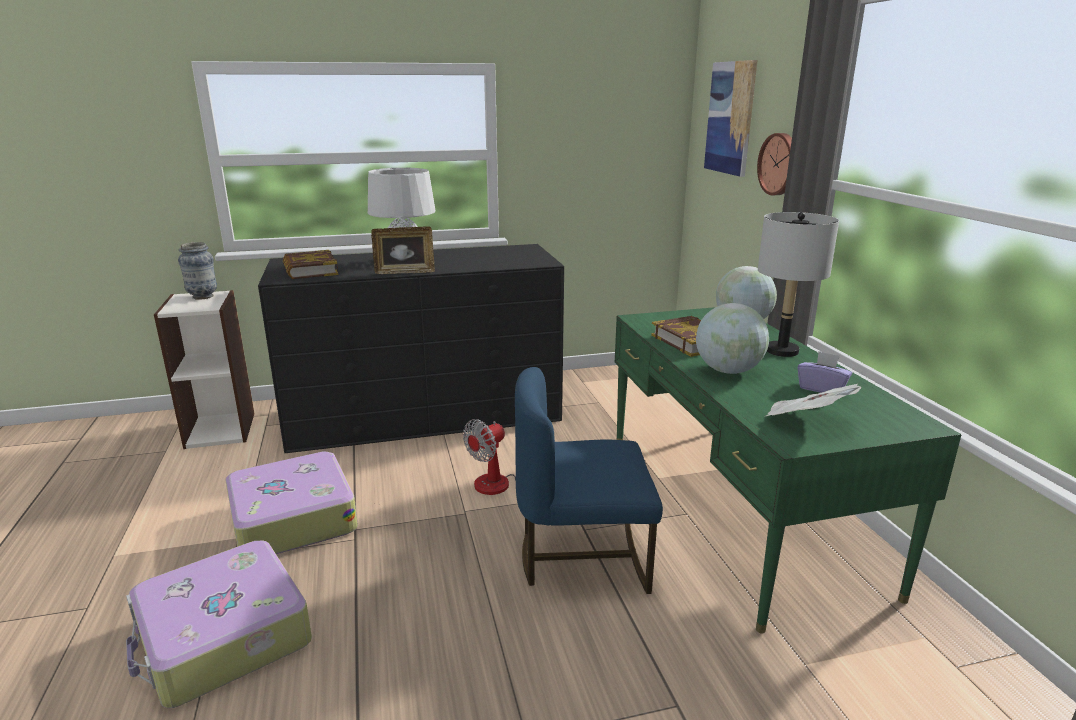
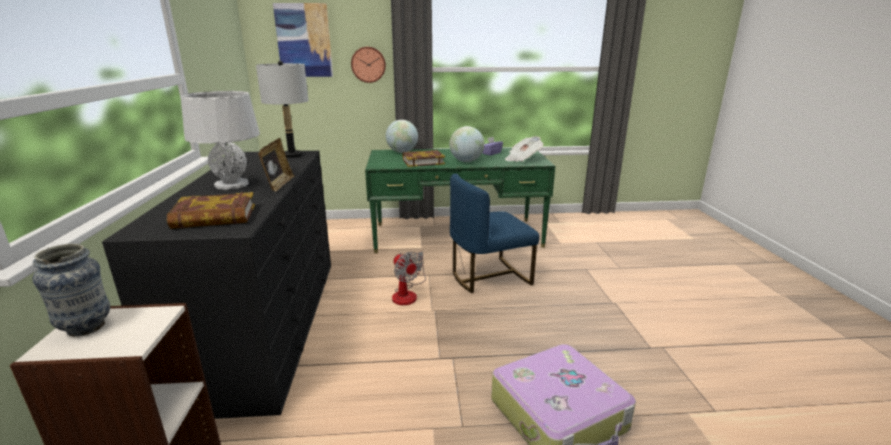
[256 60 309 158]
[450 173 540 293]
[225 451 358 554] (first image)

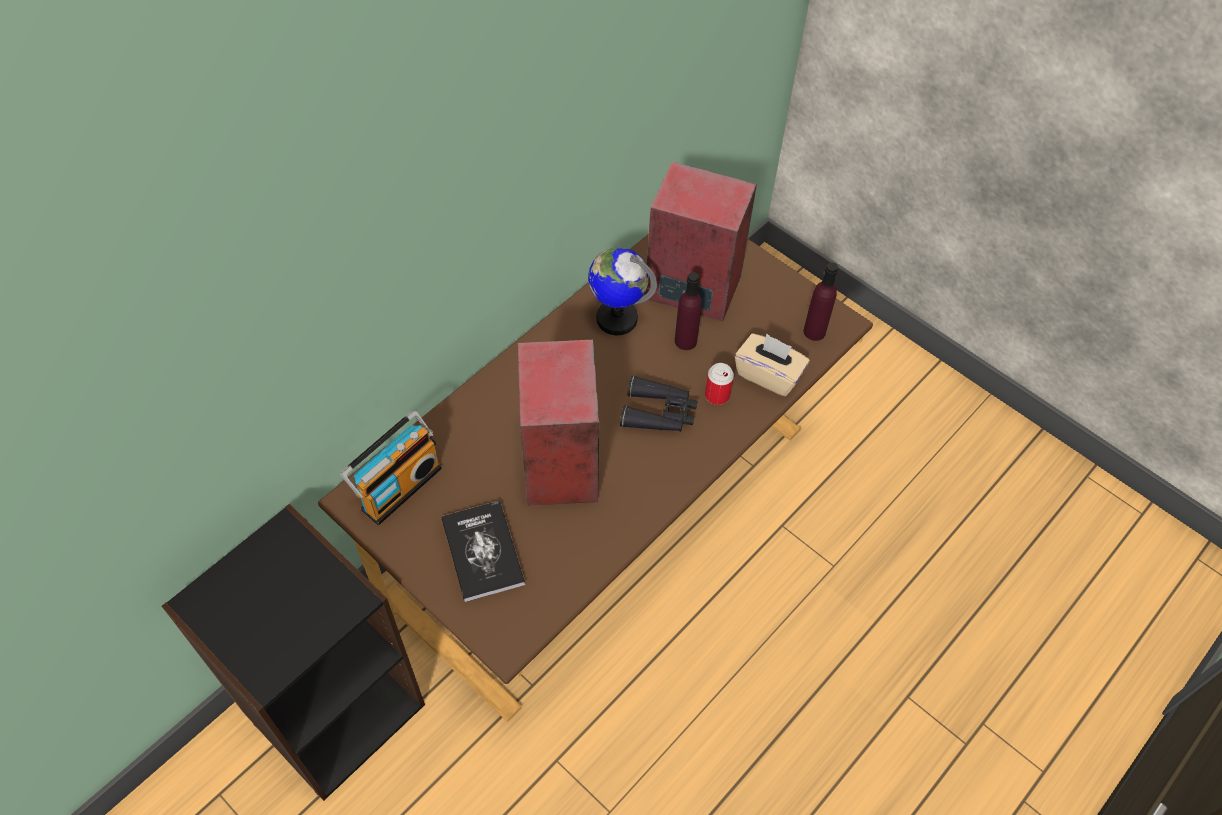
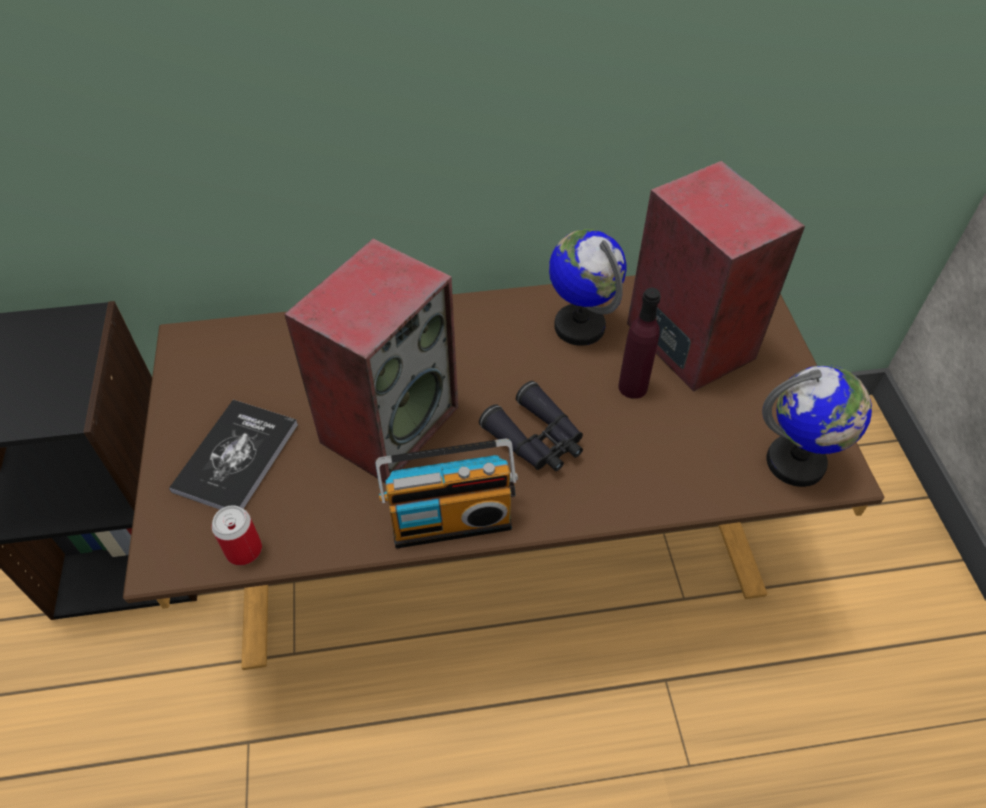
[211 505 262 565]
[375 439 518 549]
[762 365 872 487]
[735 334 810 396] (first image)

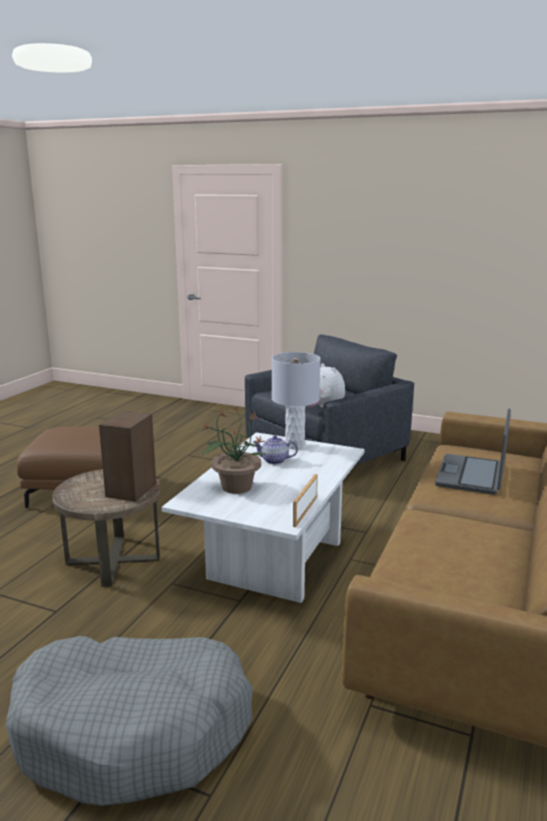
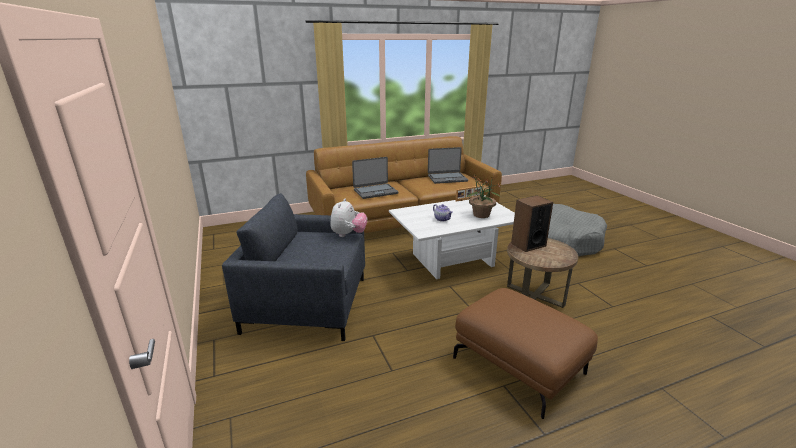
[428 147 468 184]
[272 352 321 449] (first image)

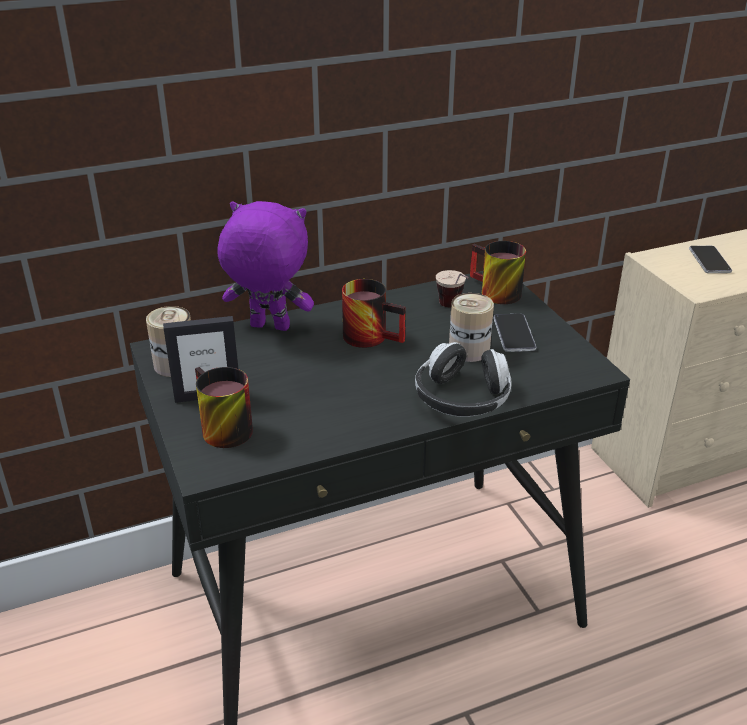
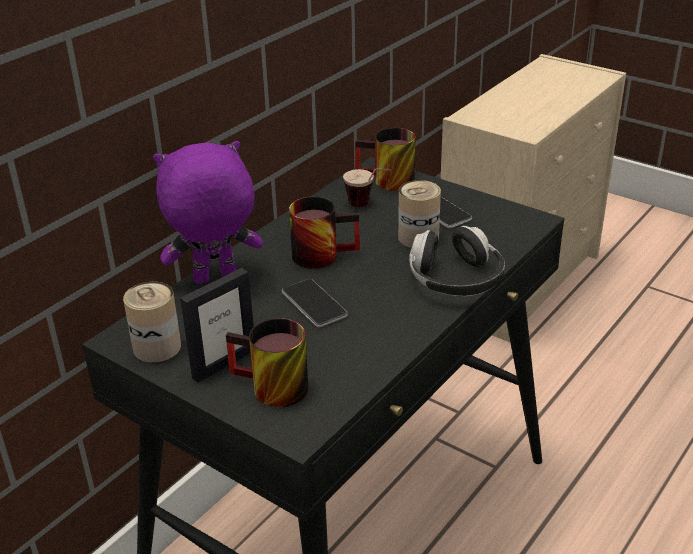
[282 279 348 327]

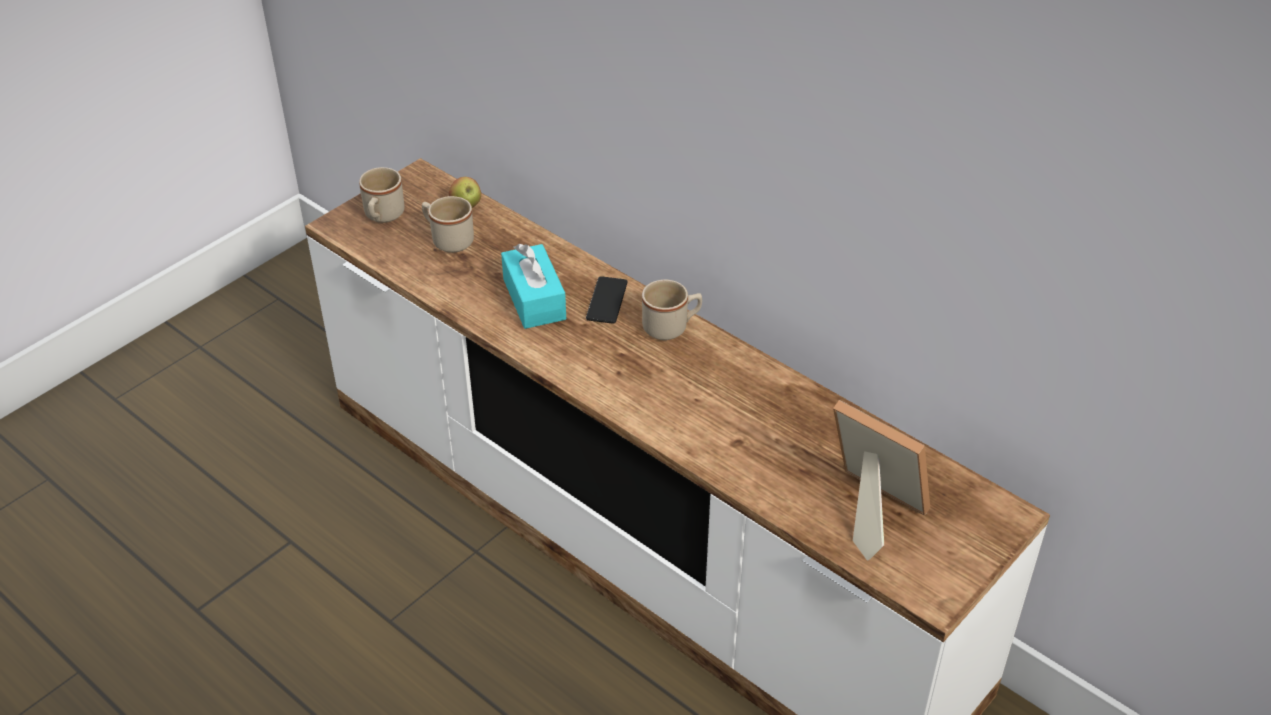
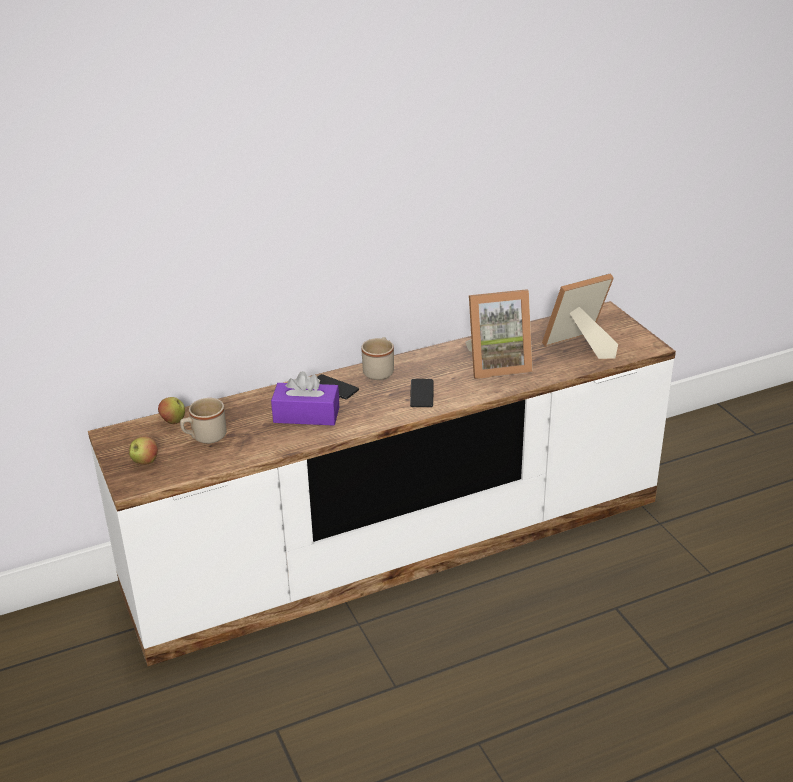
[129 436 158 465]
[271 371 339 425]
[410 379 433 407]
[465 289 533 379]

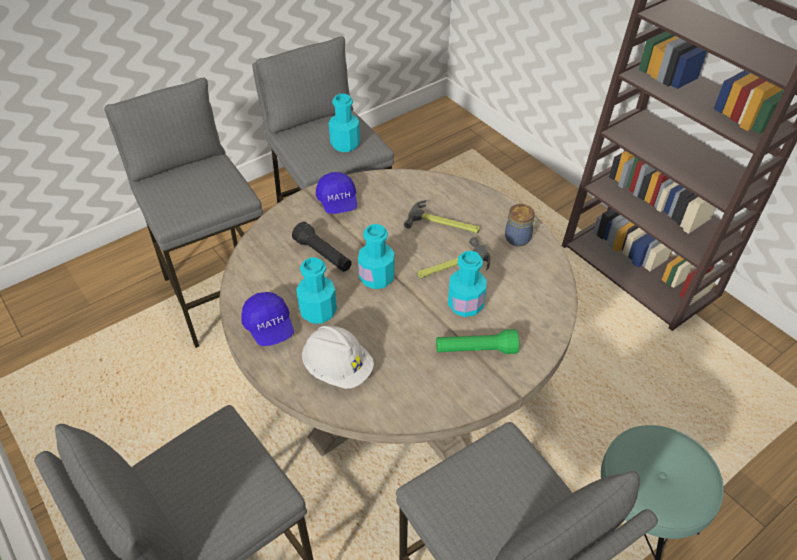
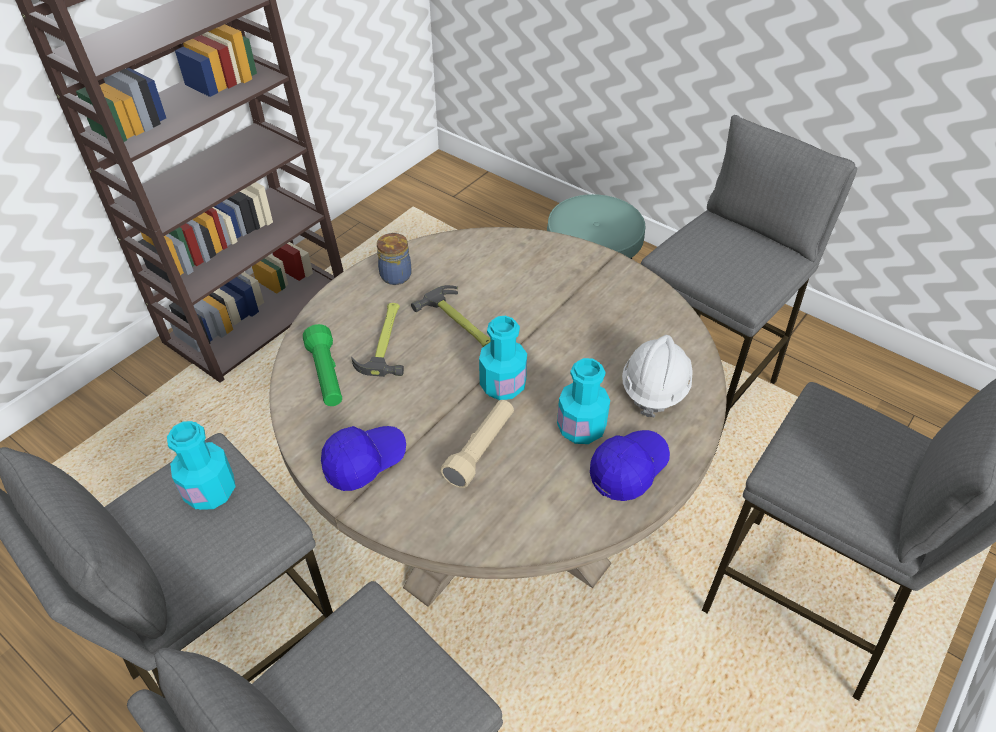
[303 324 342 406]
[440 400 514 488]
[448 251 487 317] (first image)

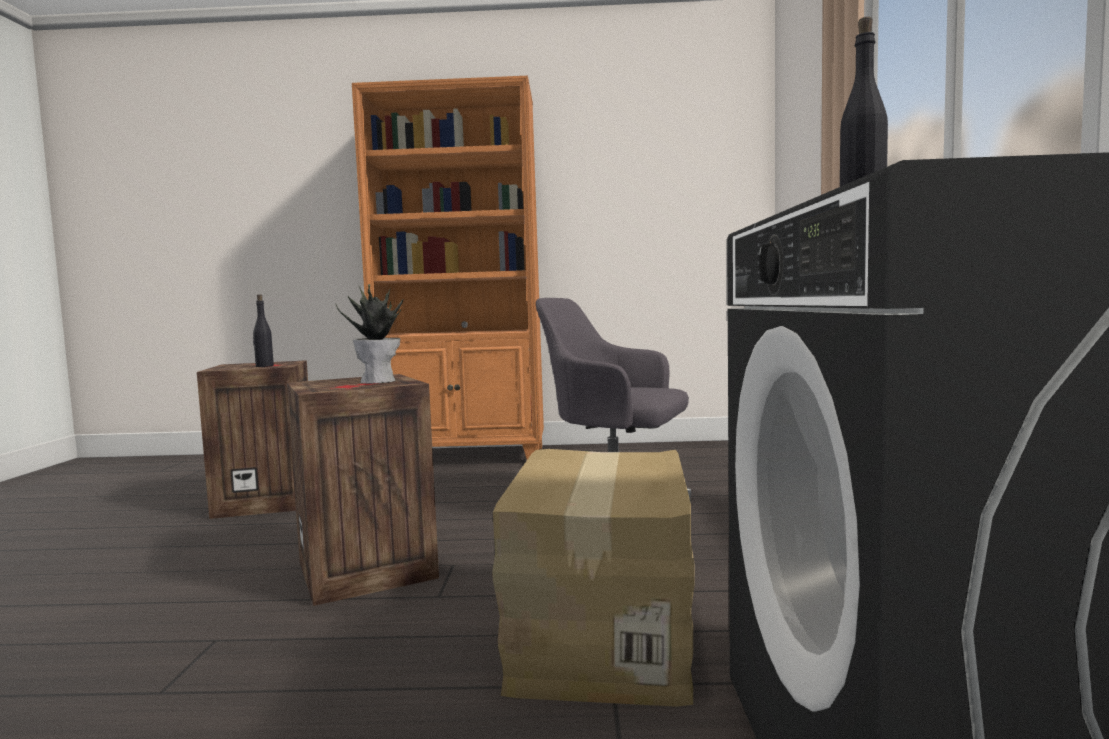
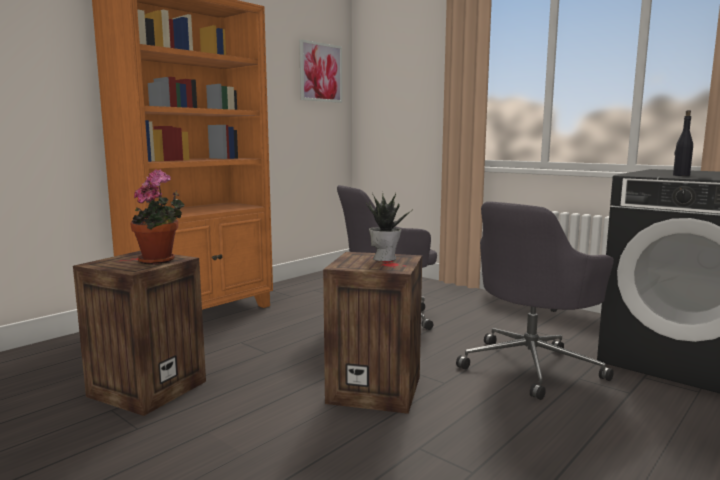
[130 169 185 264]
[299 39 342 103]
[456 201 614 400]

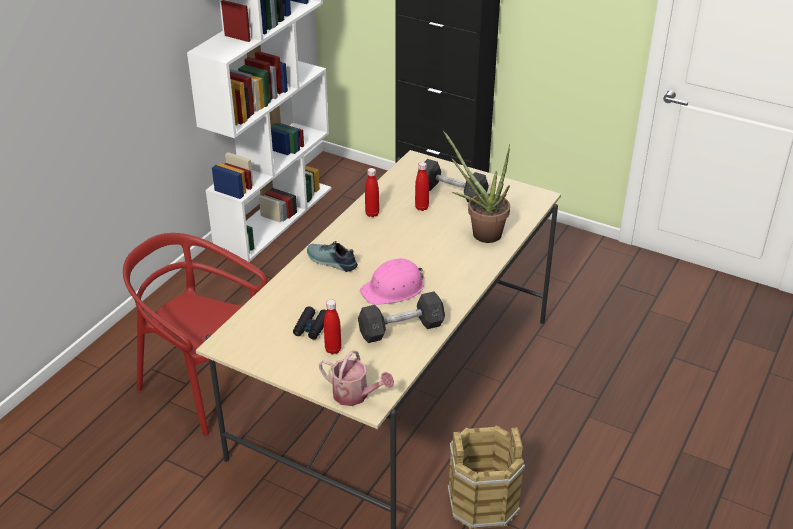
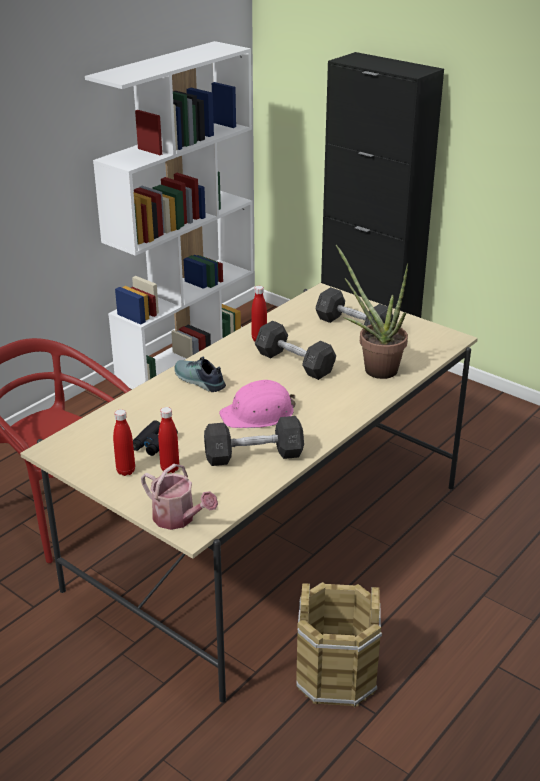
[113 409 135 476]
[255 321 336 380]

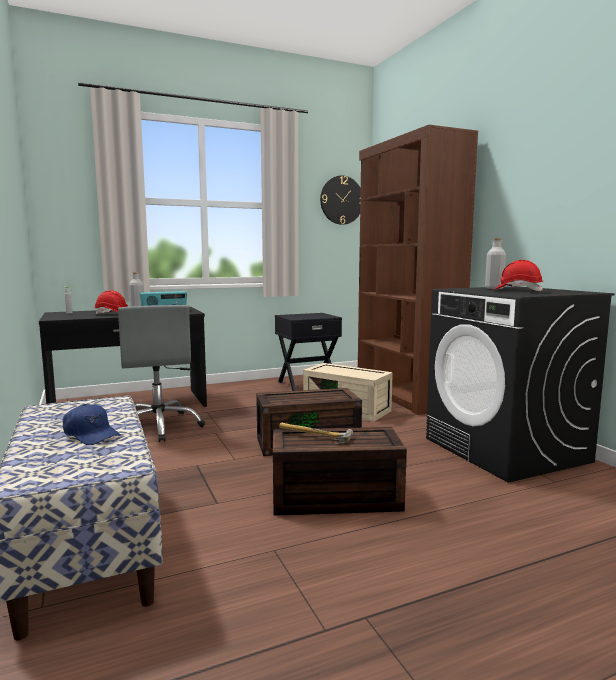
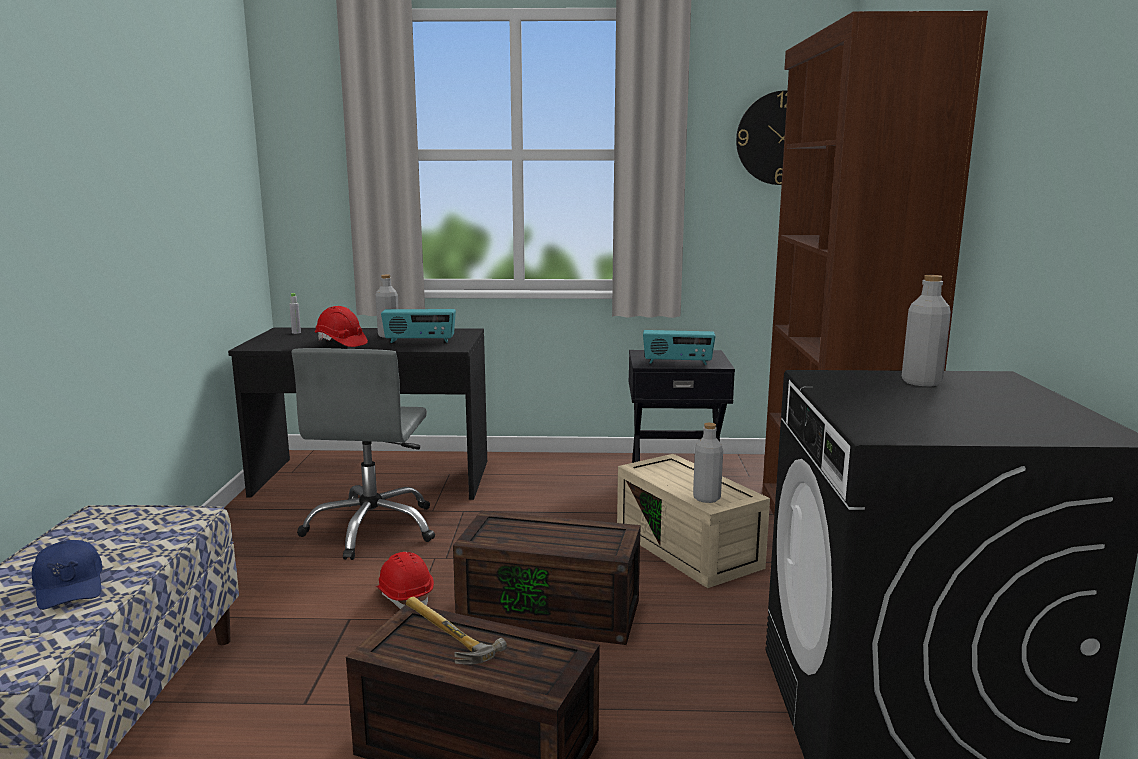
[376 552 434 609]
[643 330 716 365]
[693 423 723 503]

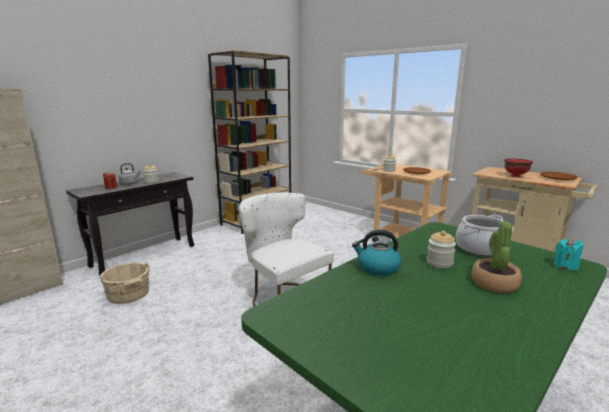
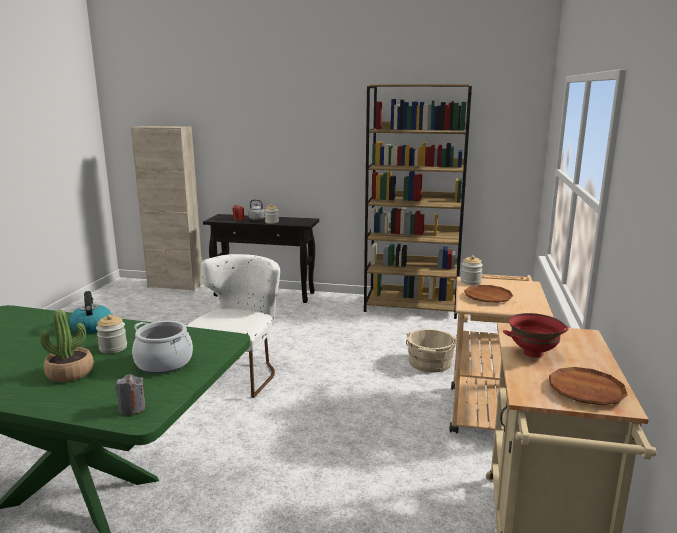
[115 374 146 415]
[406 329 456 372]

